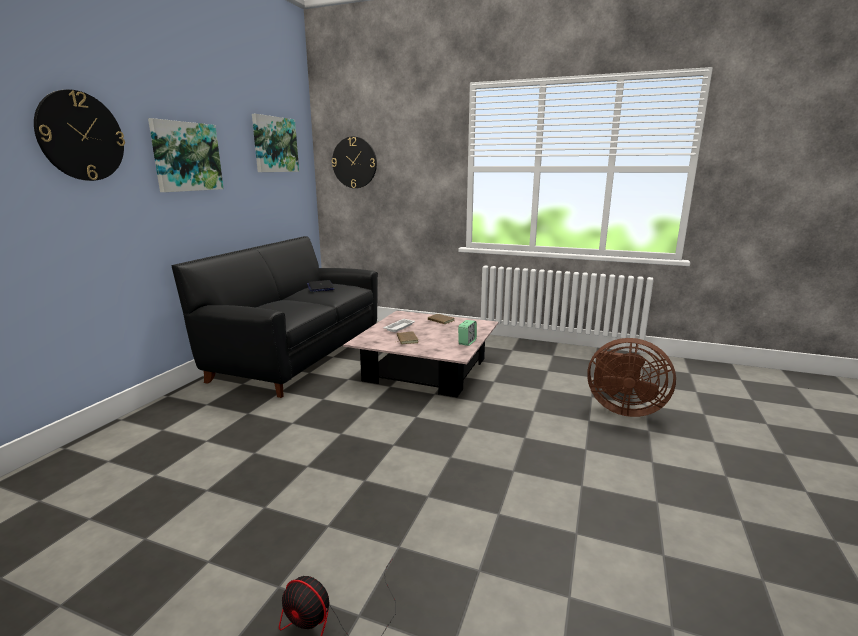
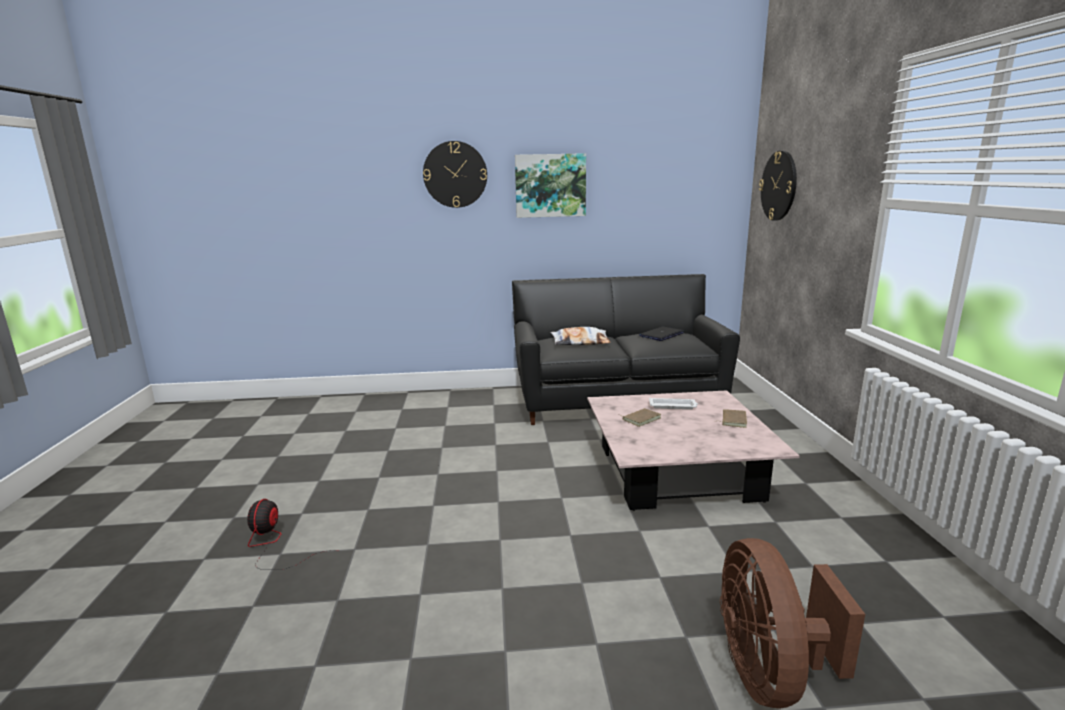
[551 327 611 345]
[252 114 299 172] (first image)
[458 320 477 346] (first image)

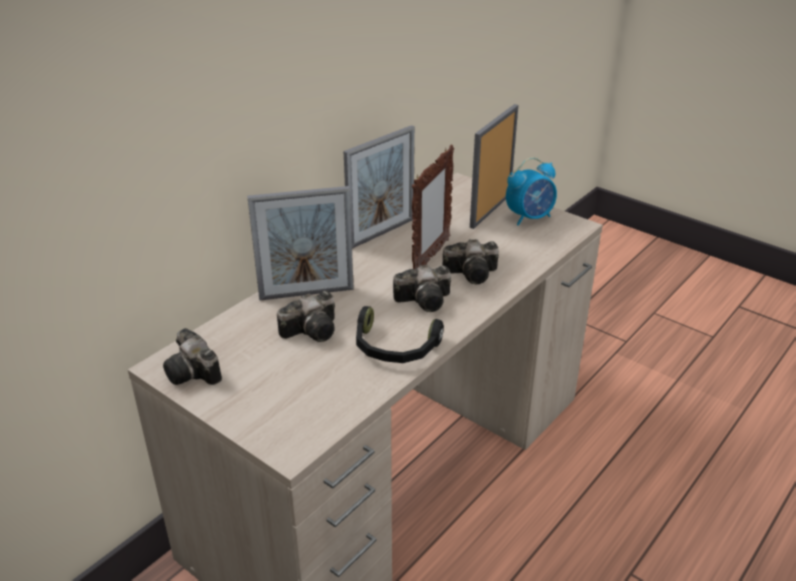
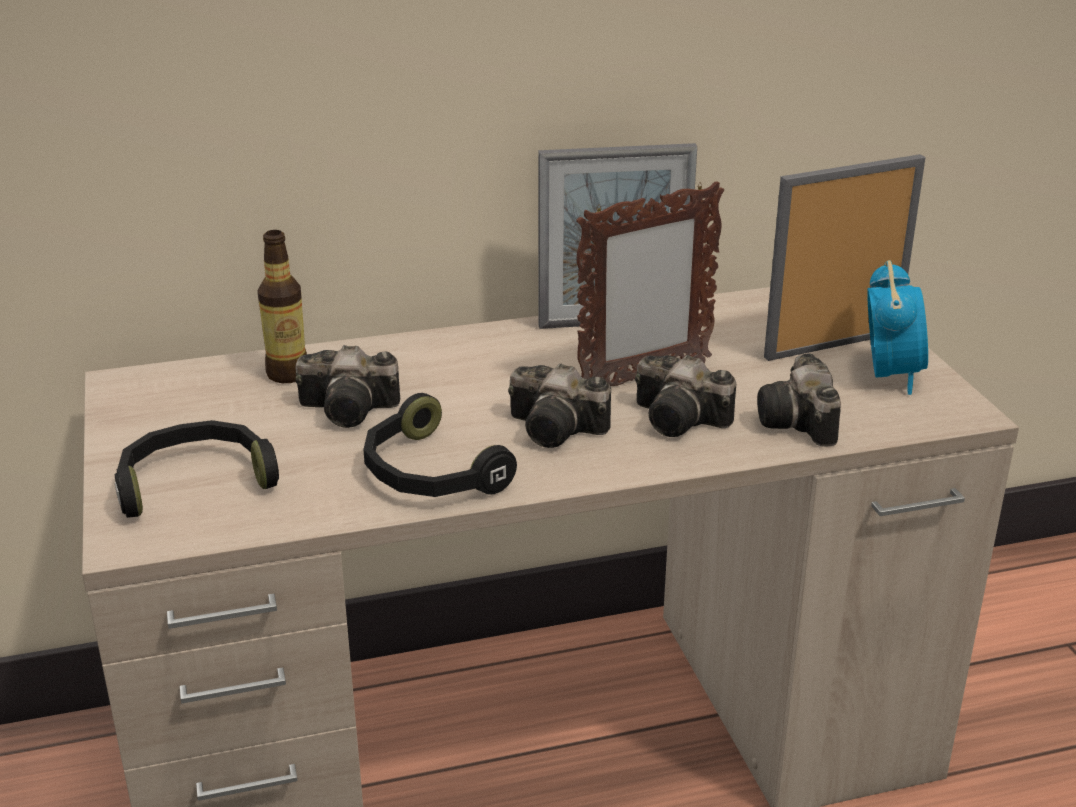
[115 420 279 518]
[258 230 307 383]
[757 353 841 446]
[867 260 928 395]
[247 186 354 301] (first image)

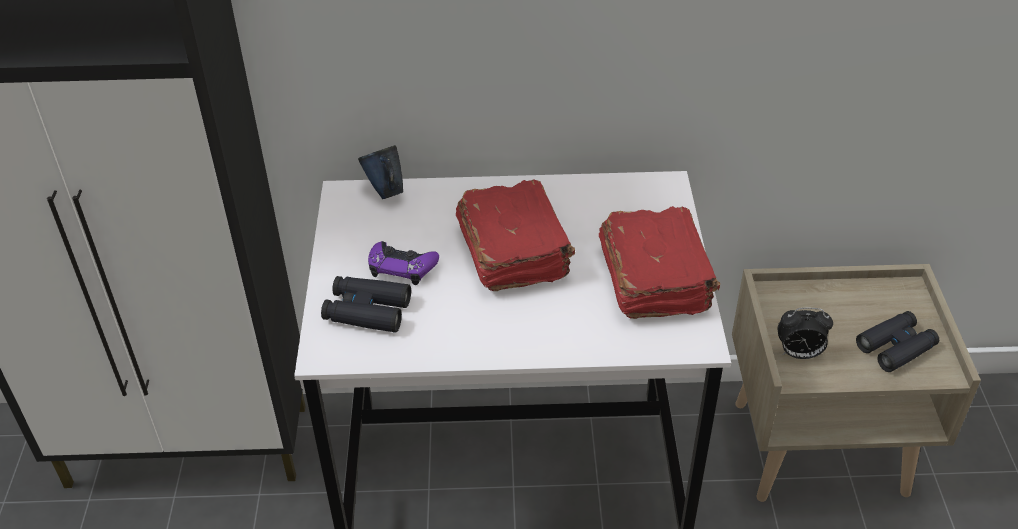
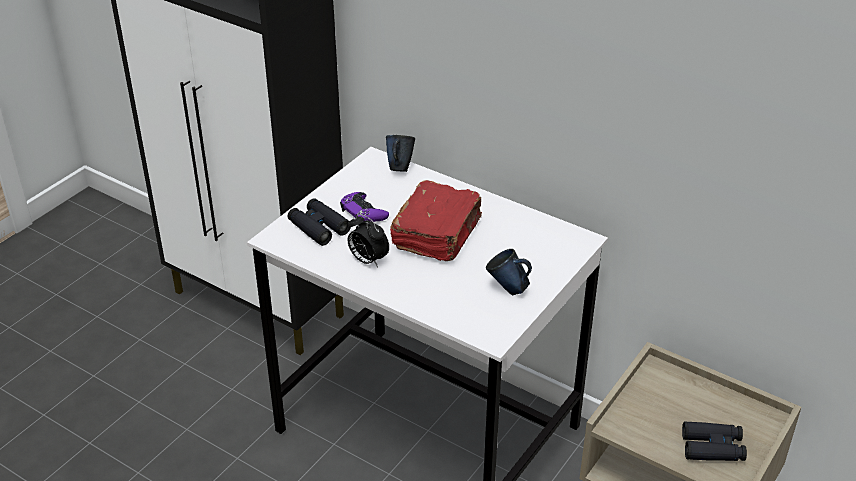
[347 214 389 267]
[486 249 532 296]

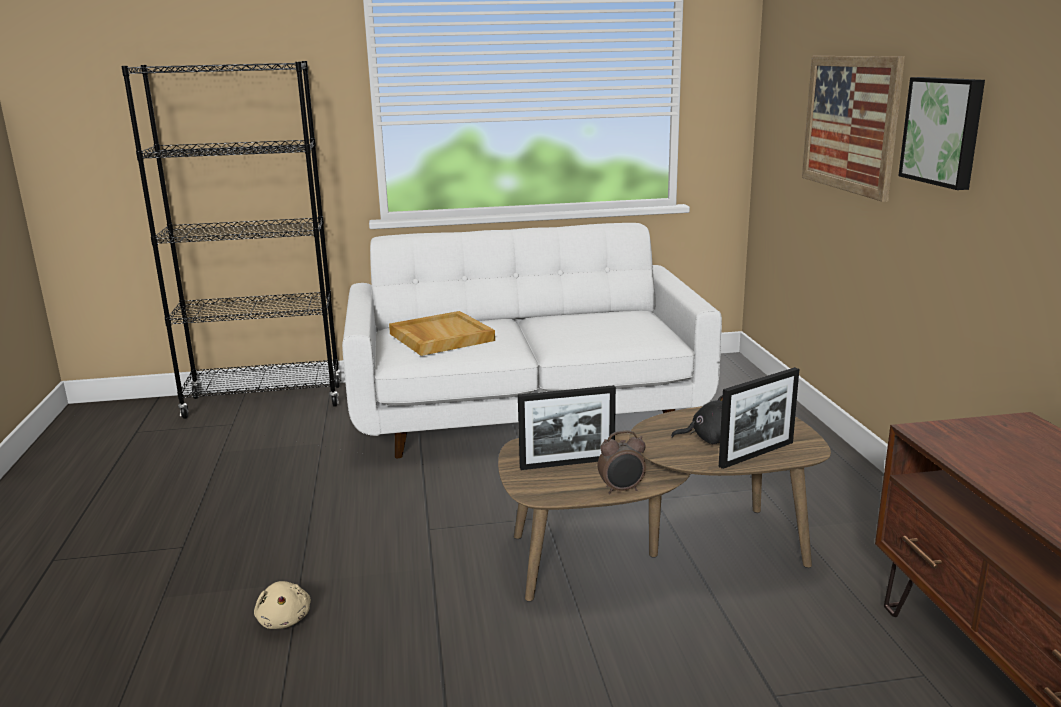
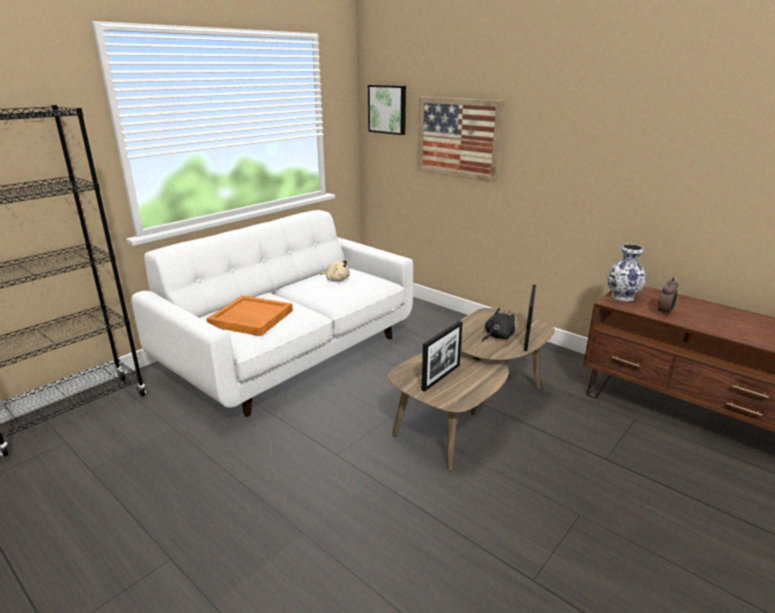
[206 295 293 336]
[320 259 350 282]
[368 85 406 135]
[608 244 646 301]
[658 277 678 316]

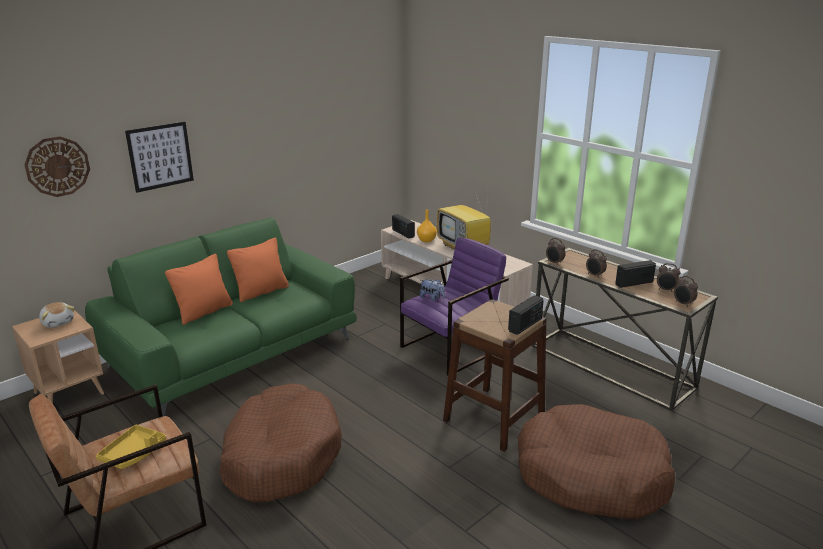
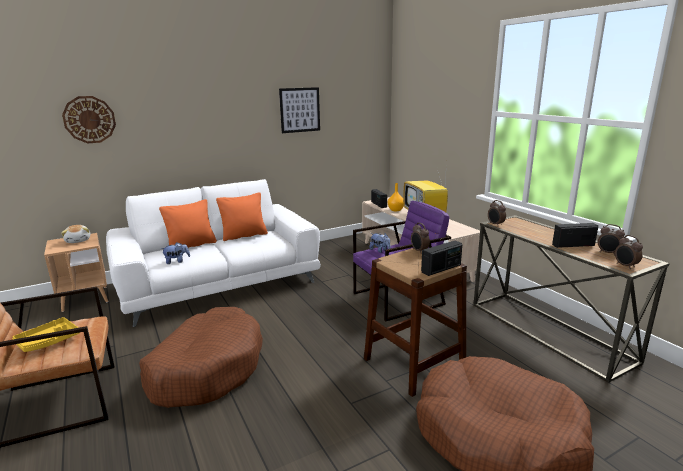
[106 179 321 327]
[161 242 190 264]
[279 87 320 133]
[411 223 430 254]

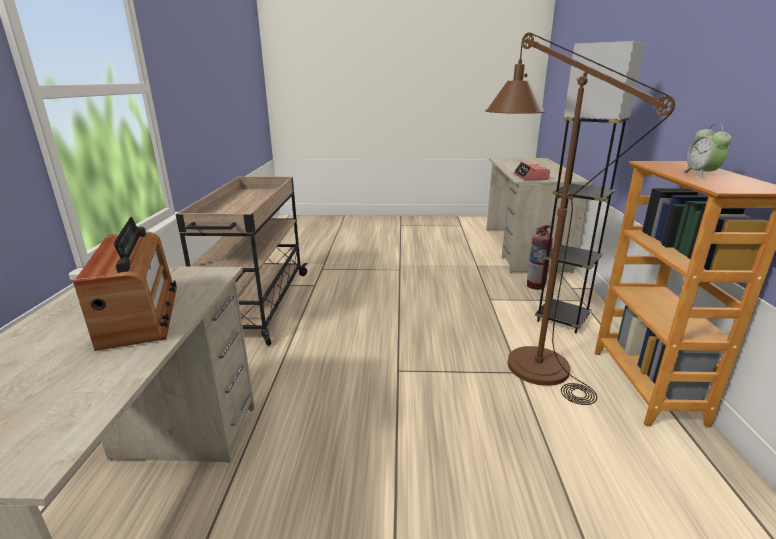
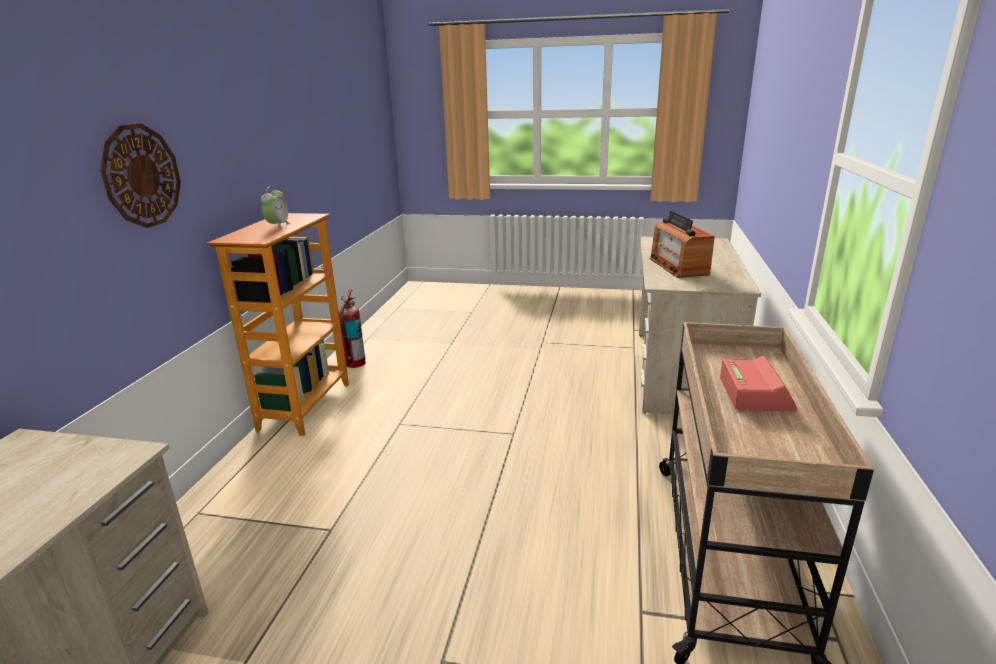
[100 123 181 228]
[338 289 366 368]
[720 356 797 412]
[485 32 675 405] (first image)
[535 41 645 333] (first image)

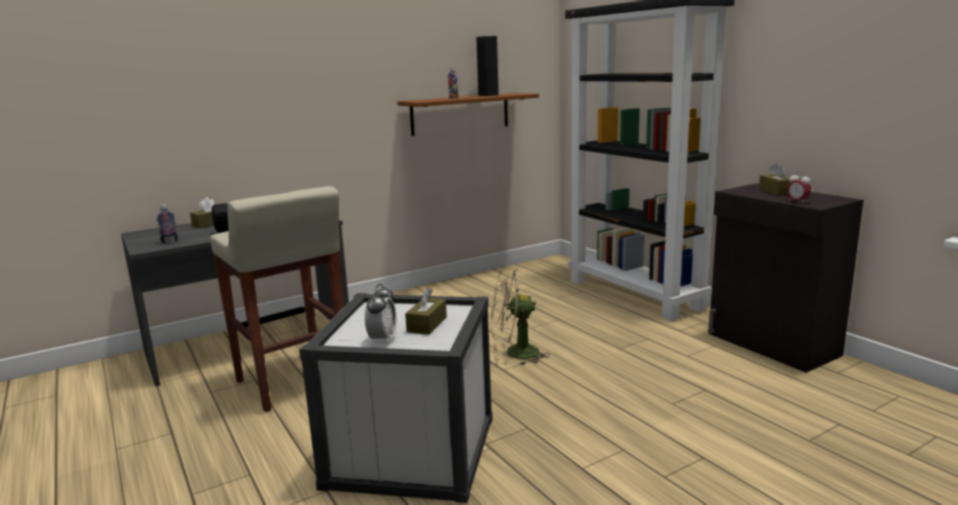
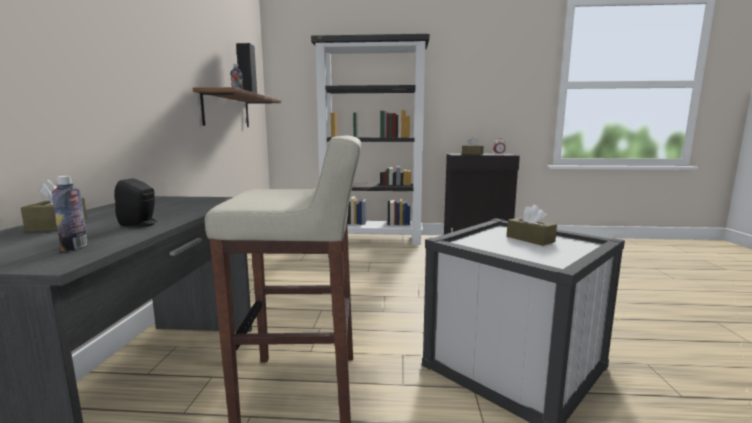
[365 284 397 345] (first image)
[491 269 550 366] (first image)

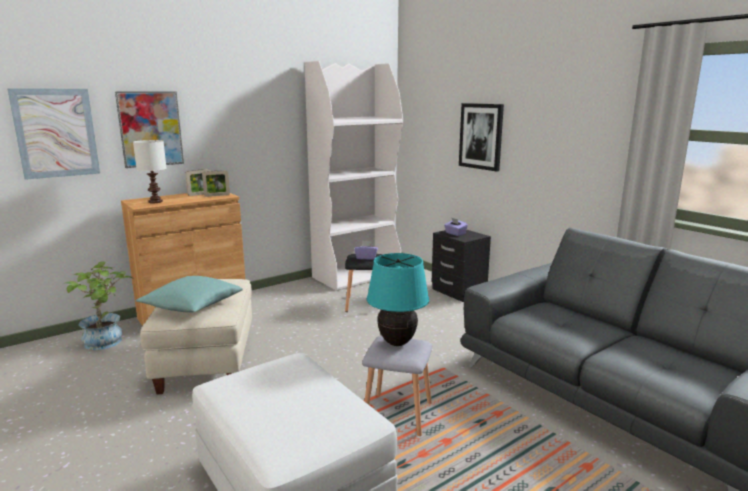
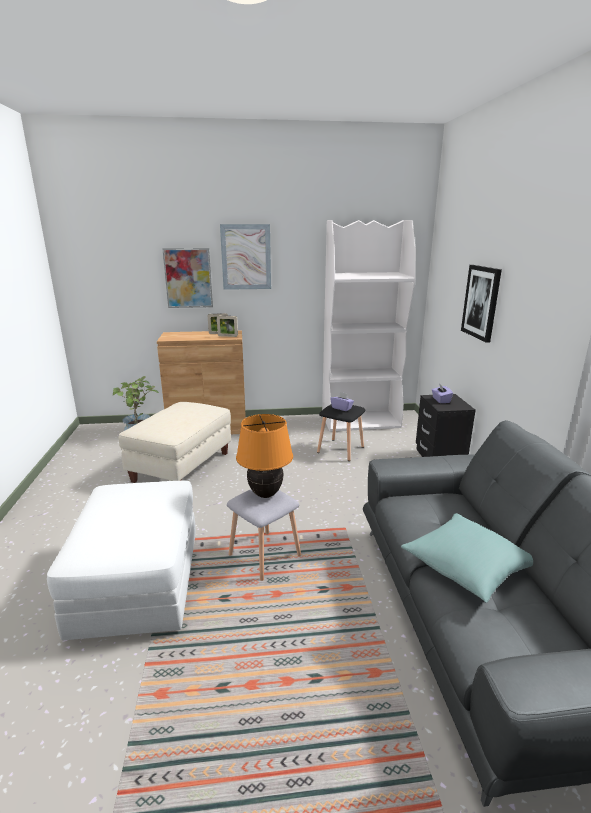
[220 224 271 290]
[236 414 293 498]
[401 513 533 603]
[133 140 167 203] (first image)

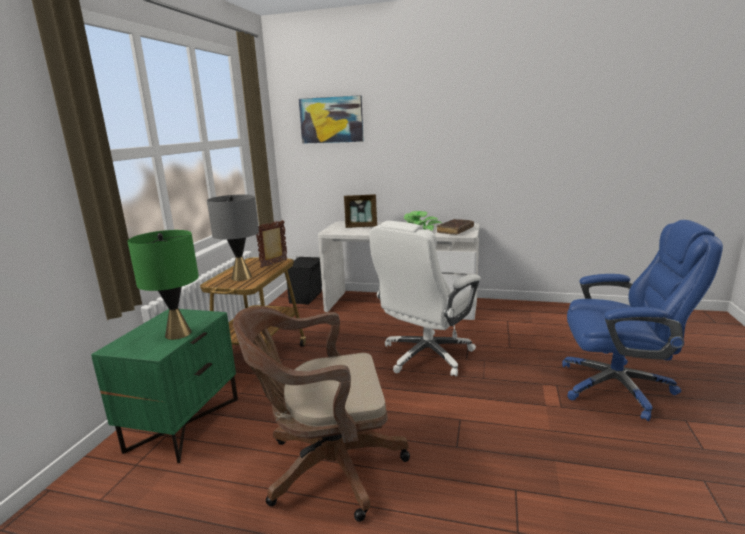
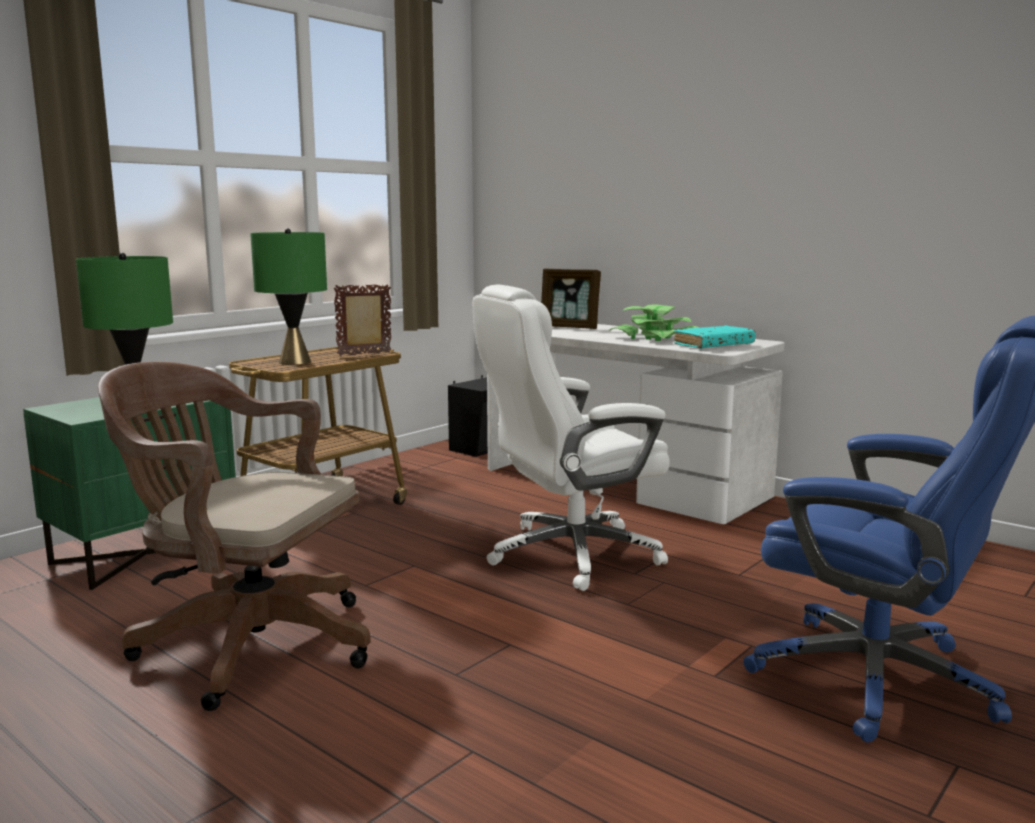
[250 228 327 365]
[674 325 756 349]
[299 95 364 144] (first image)

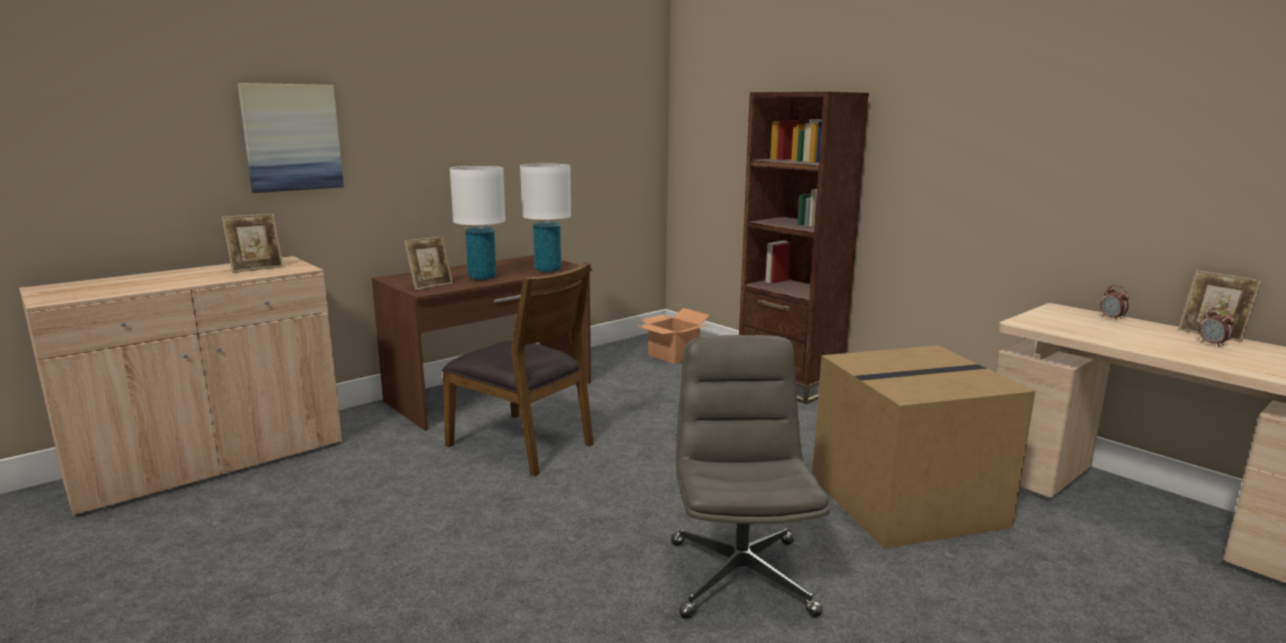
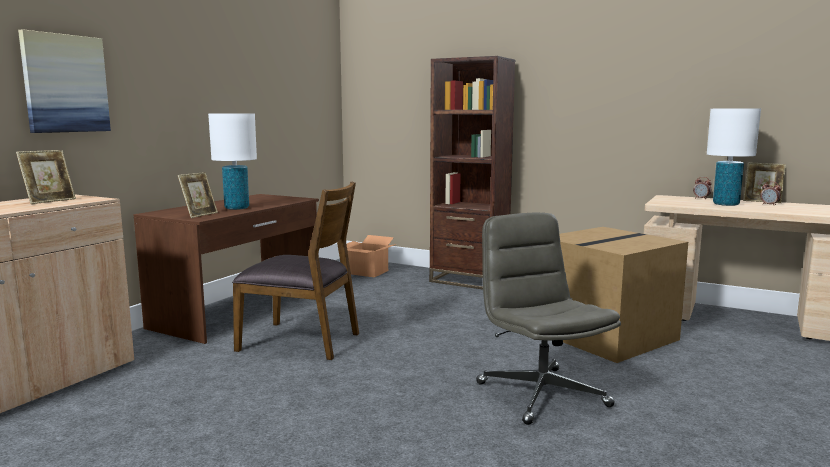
[707 108 761 206]

